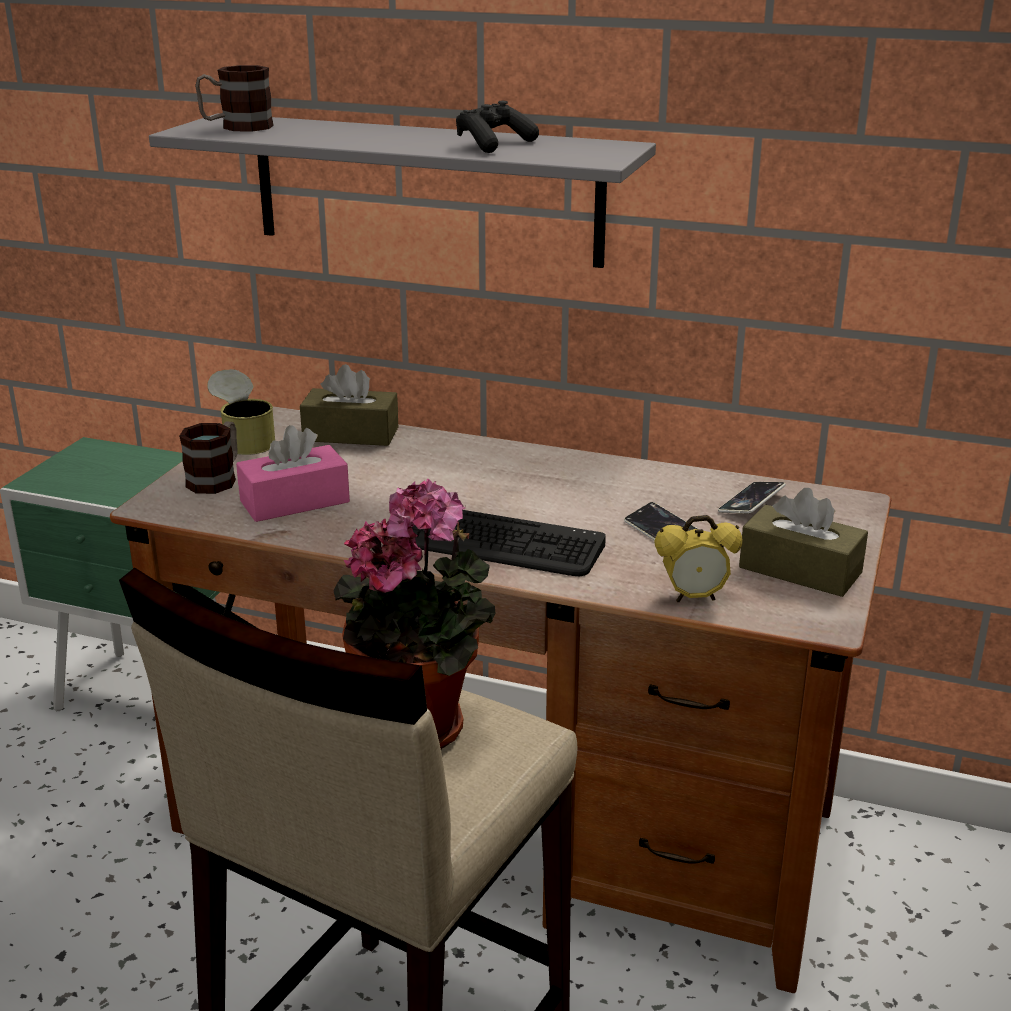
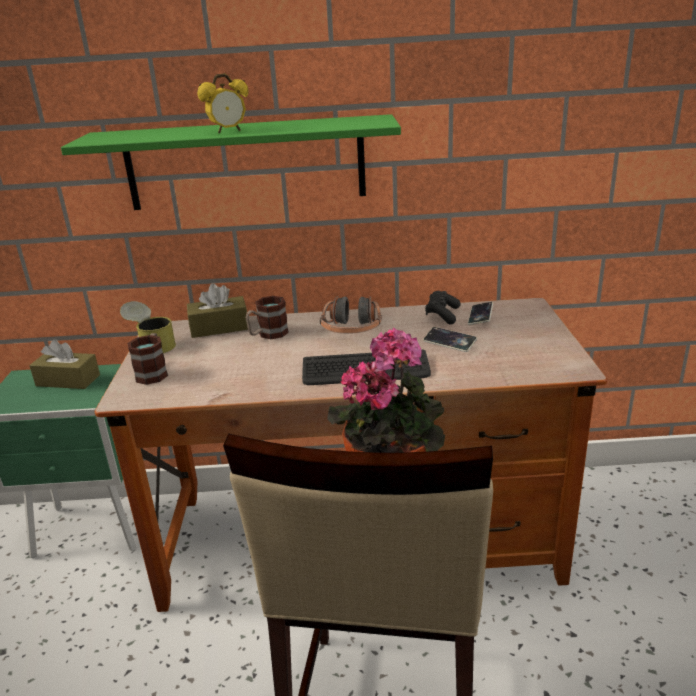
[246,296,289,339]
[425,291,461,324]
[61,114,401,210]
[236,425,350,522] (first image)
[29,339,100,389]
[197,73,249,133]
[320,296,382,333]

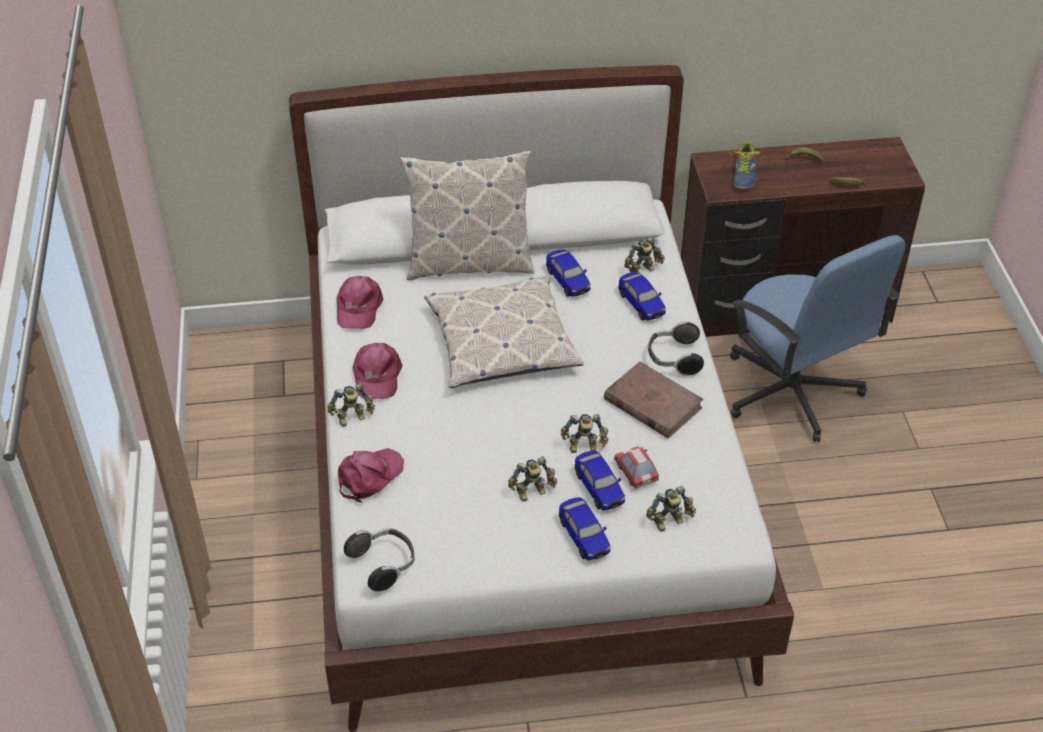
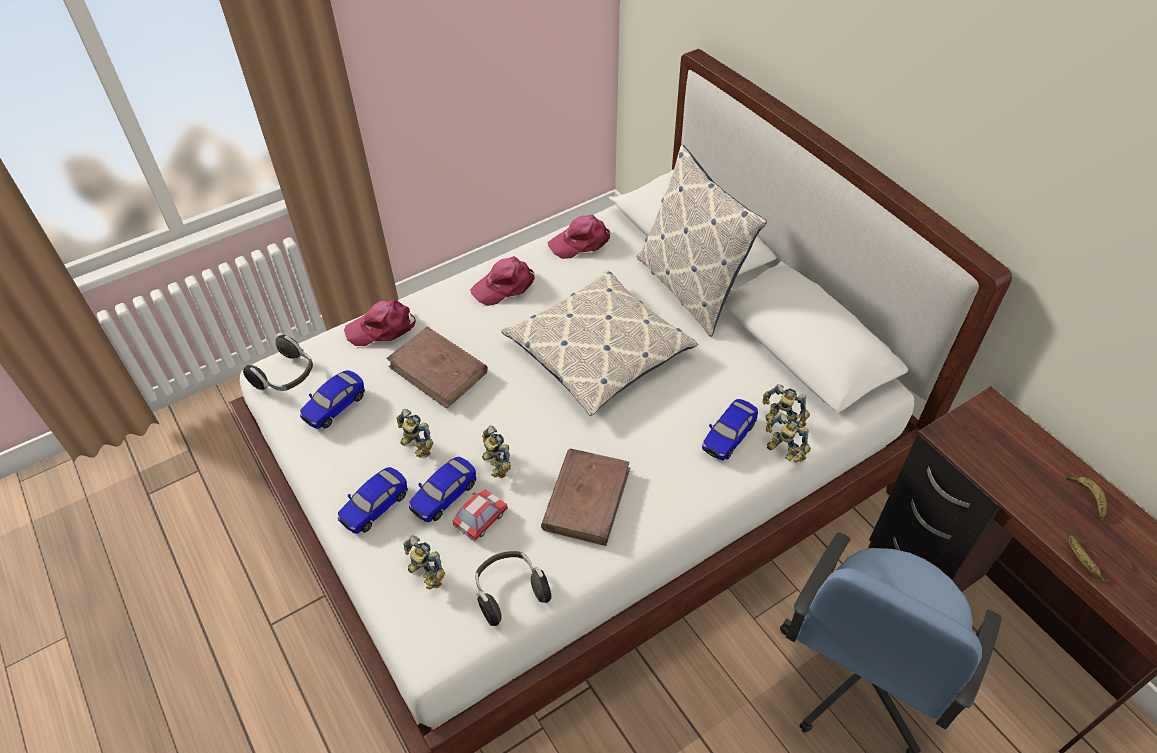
[729,141,760,190] (first image)
[300,370,365,429]
[475,551,552,626]
[766,413,811,463]
[344,300,416,346]
[386,326,487,409]

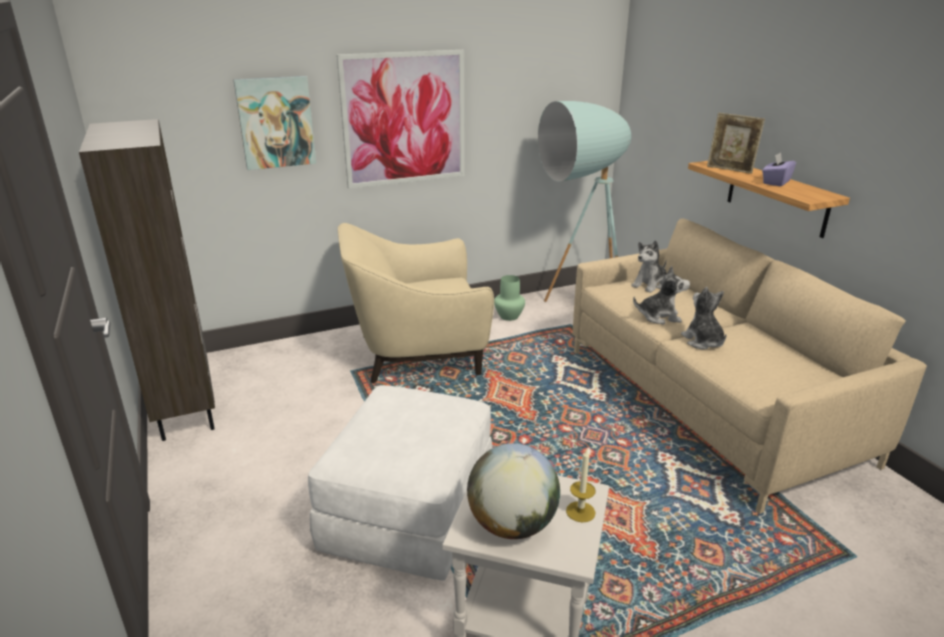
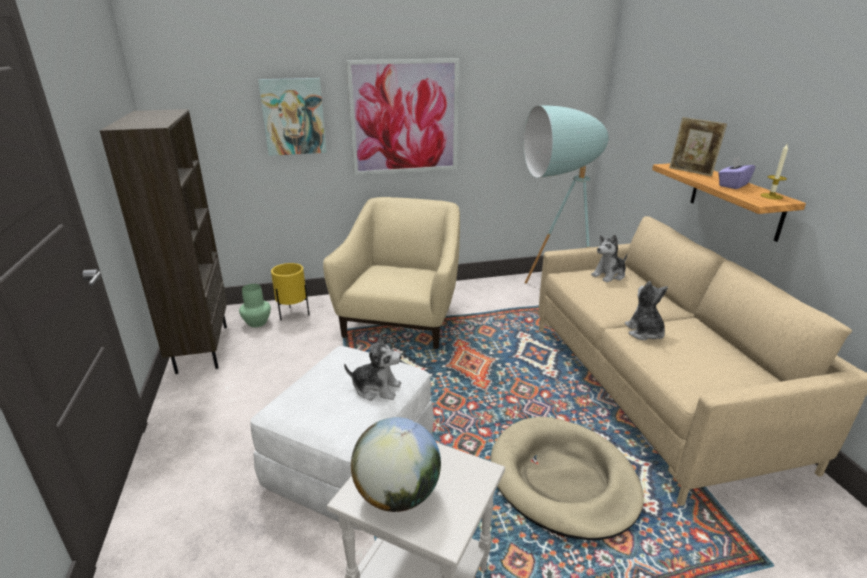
[323,197,460,349]
[344,334,401,401]
[239,284,271,327]
[761,144,788,199]
[271,263,309,320]
[491,417,644,540]

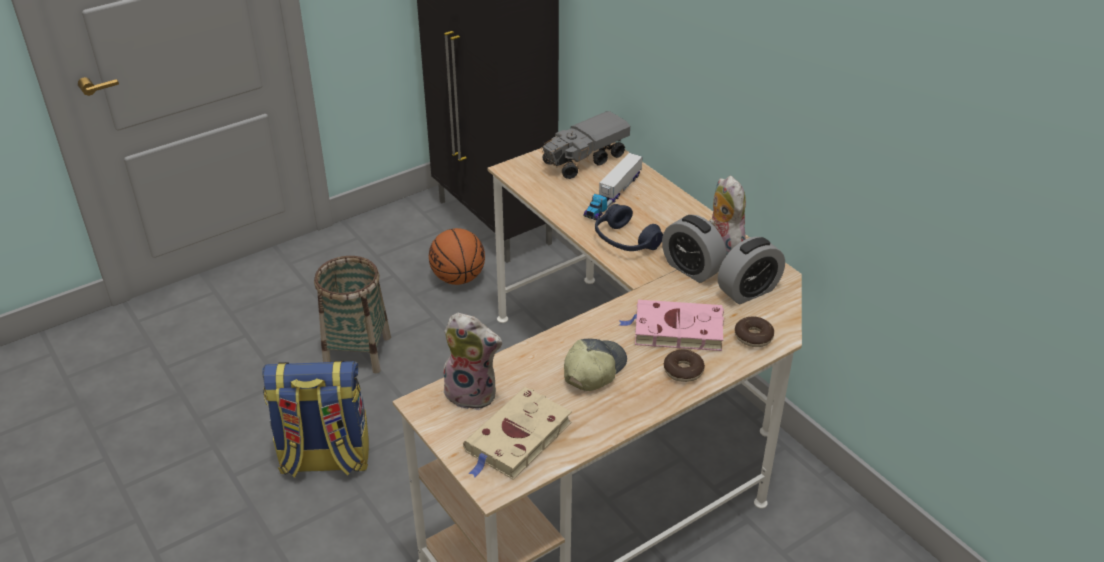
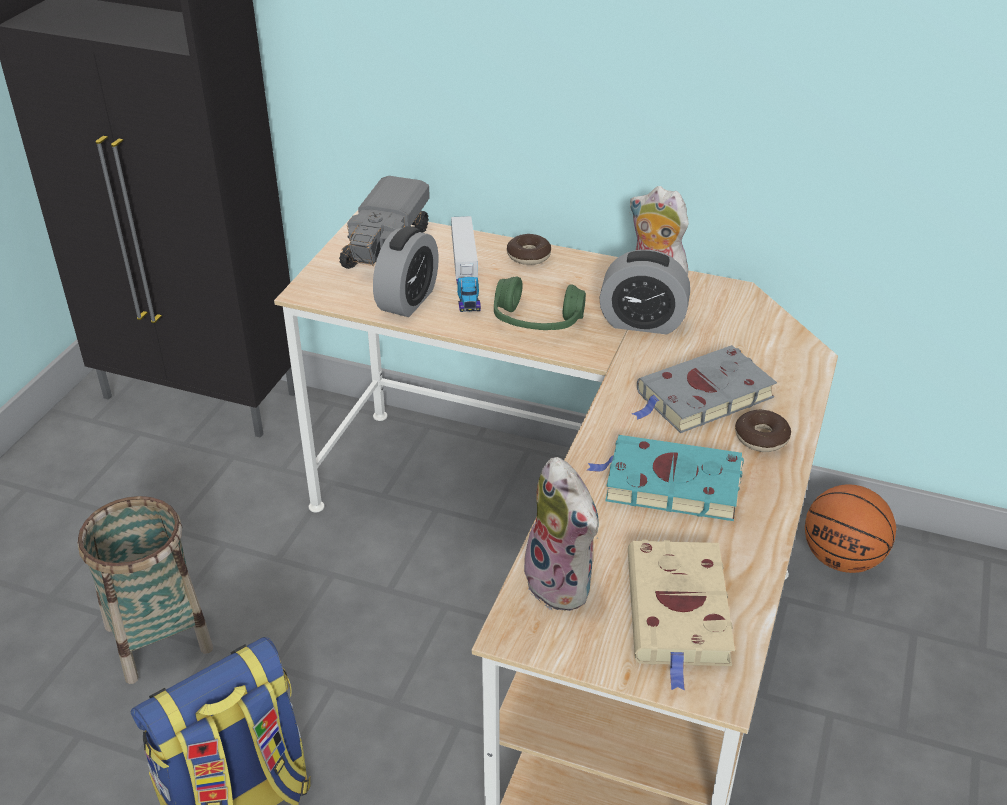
[494,277,586,330]
[805,484,896,573]
[373,226,439,317]
[632,345,777,433]
[524,457,599,611]
[507,234,551,265]
[587,435,744,521]

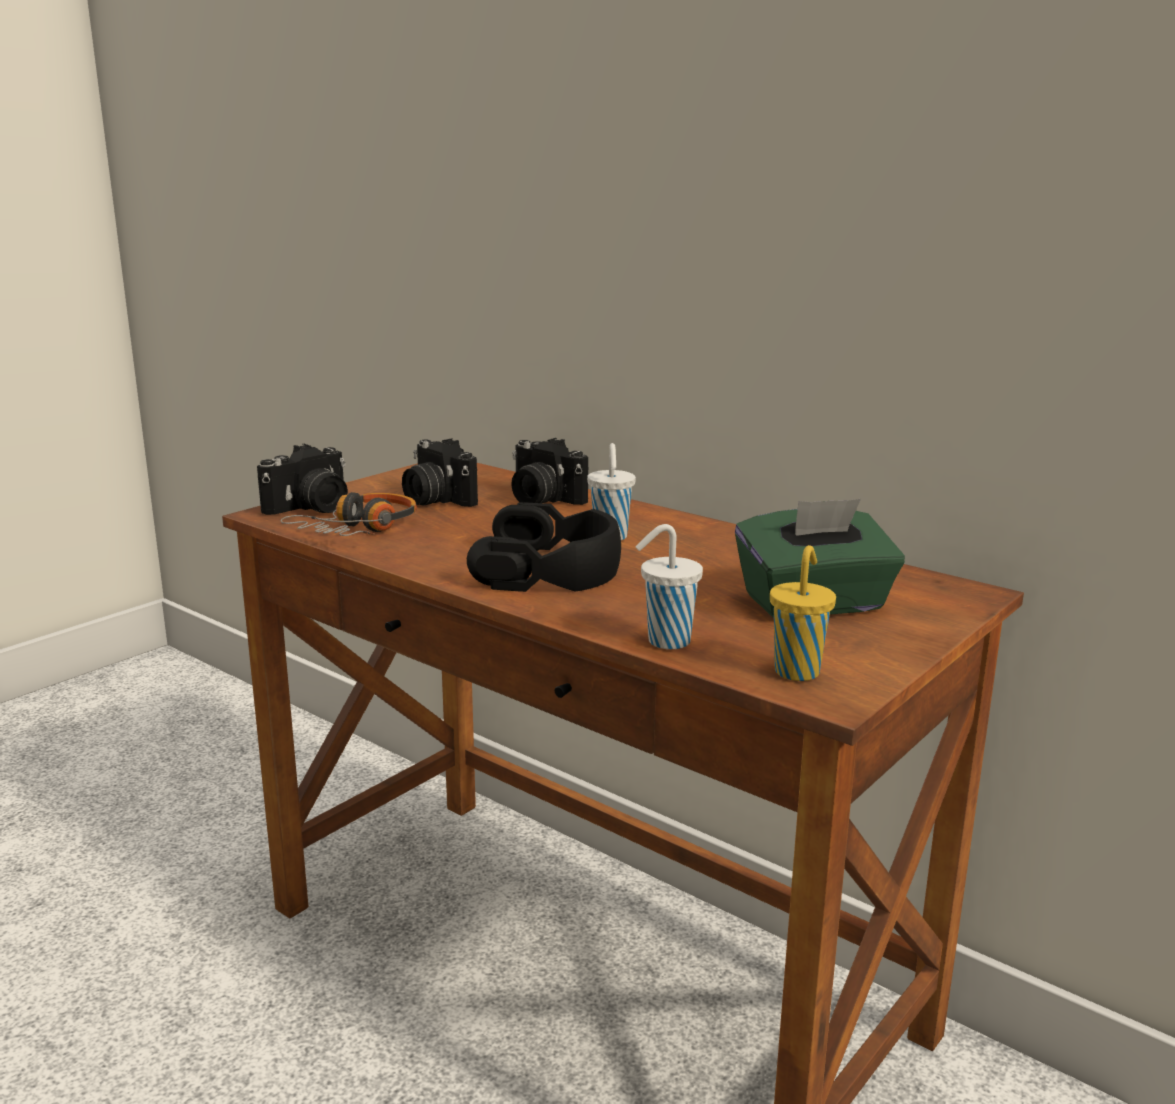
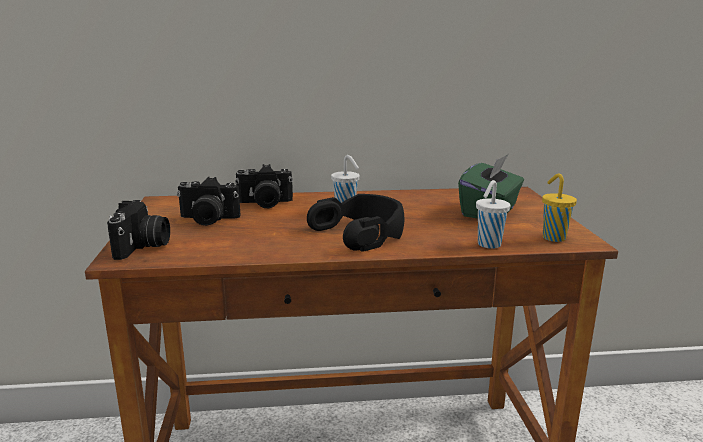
[280,492,417,536] (first image)

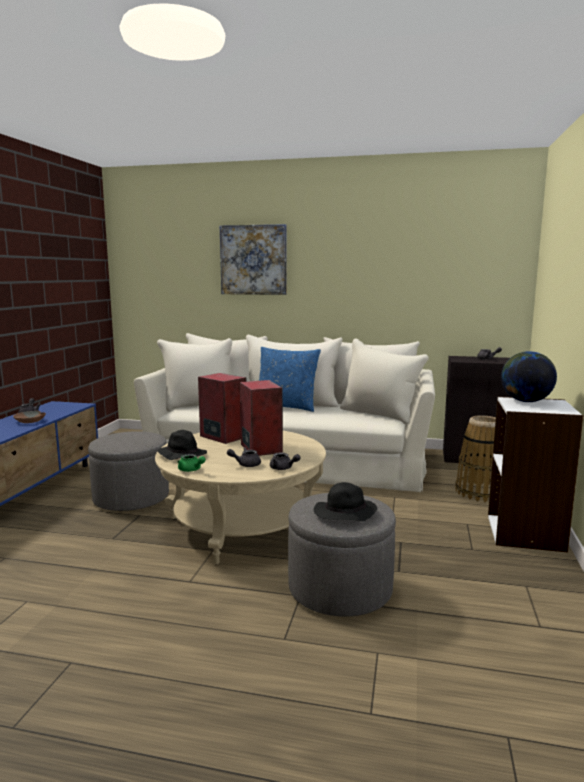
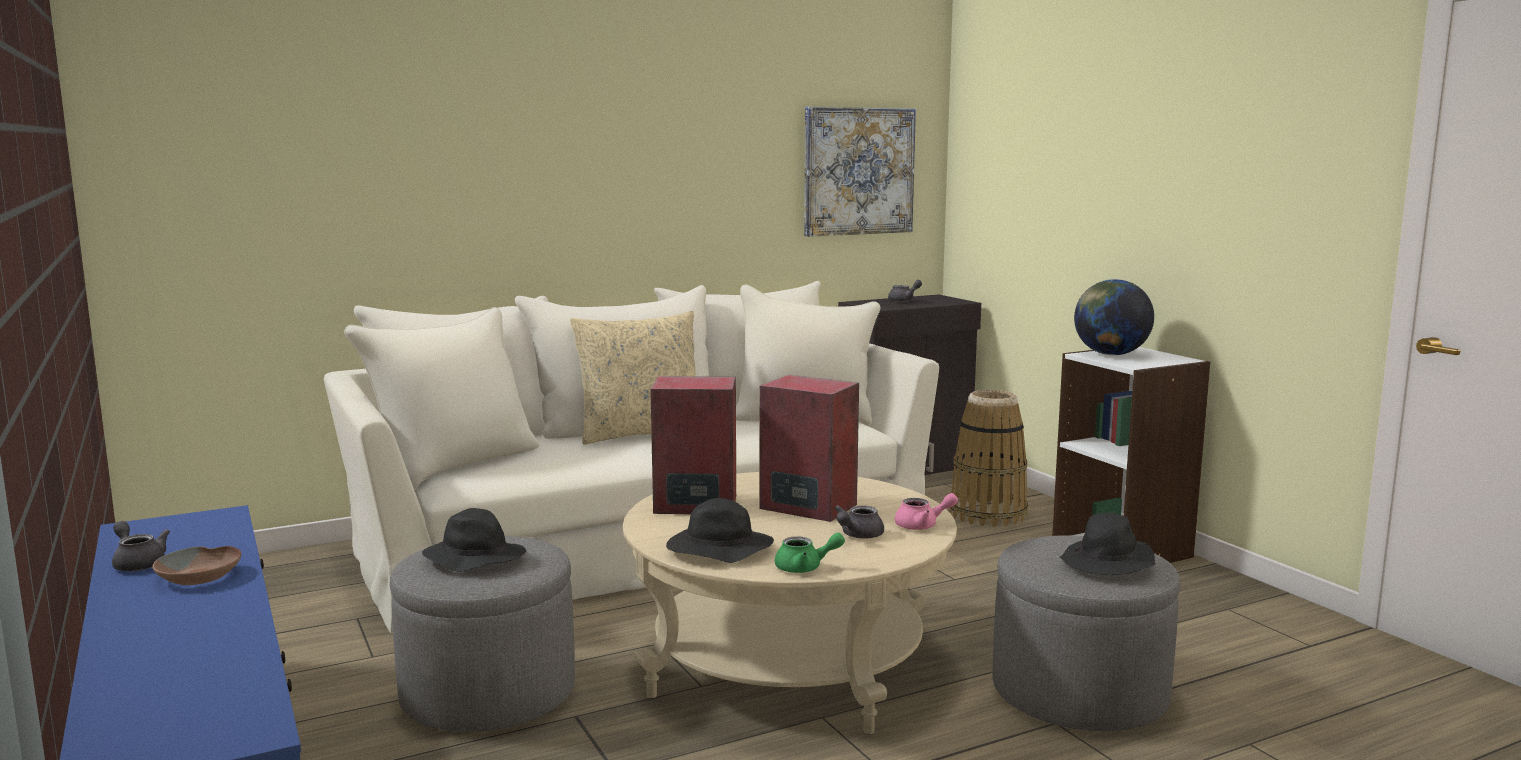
[804,107,916,237]
[570,311,696,445]
[895,493,958,530]
[422,508,526,572]

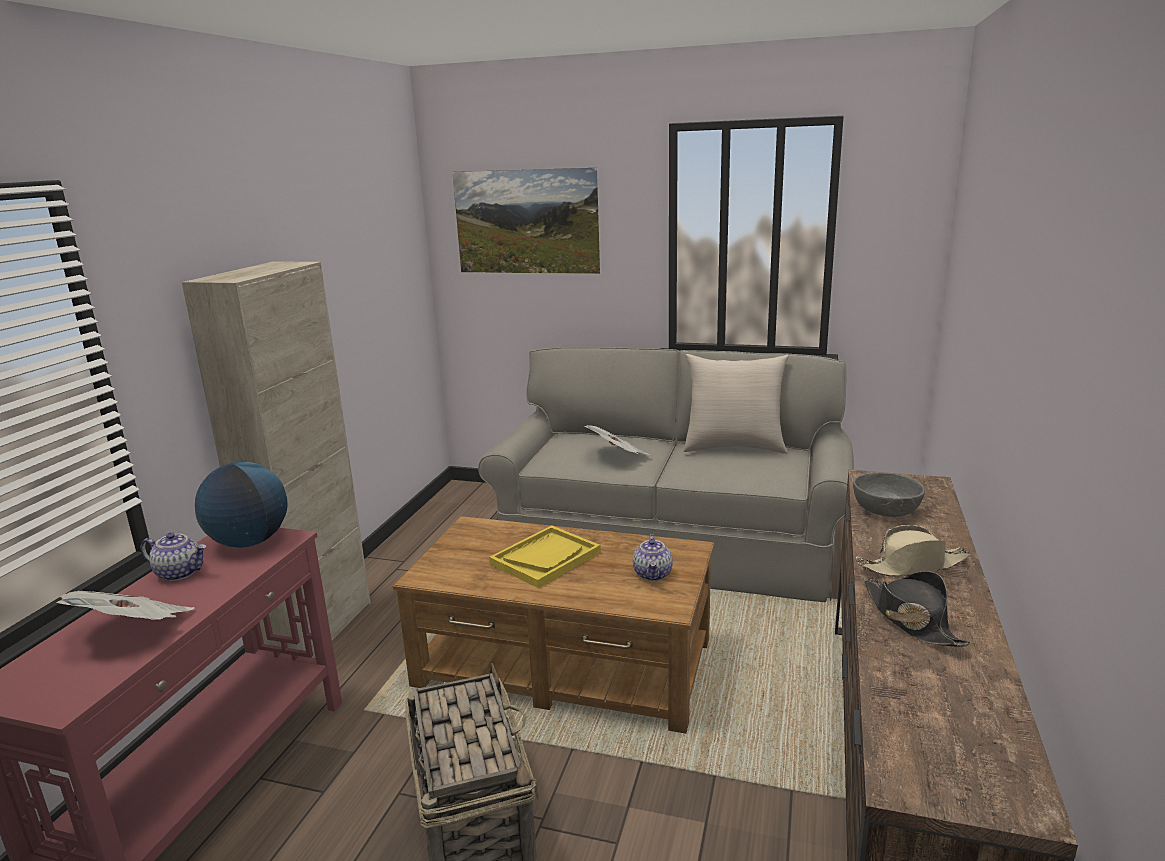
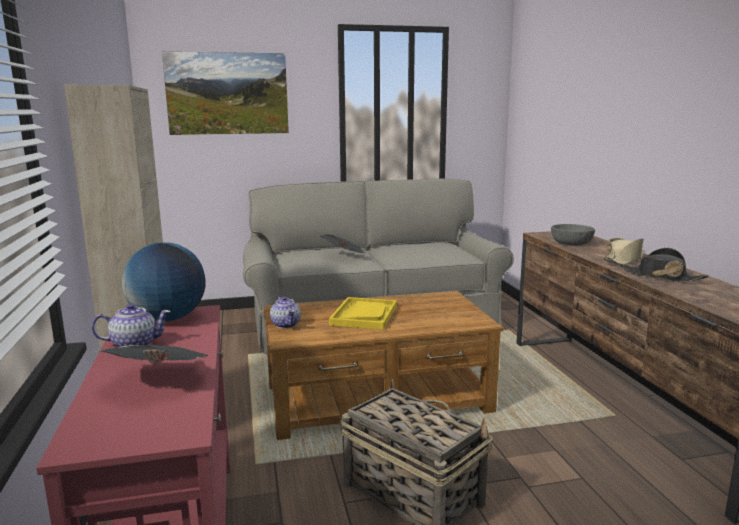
[684,354,789,454] (first image)
[270,296,301,328]

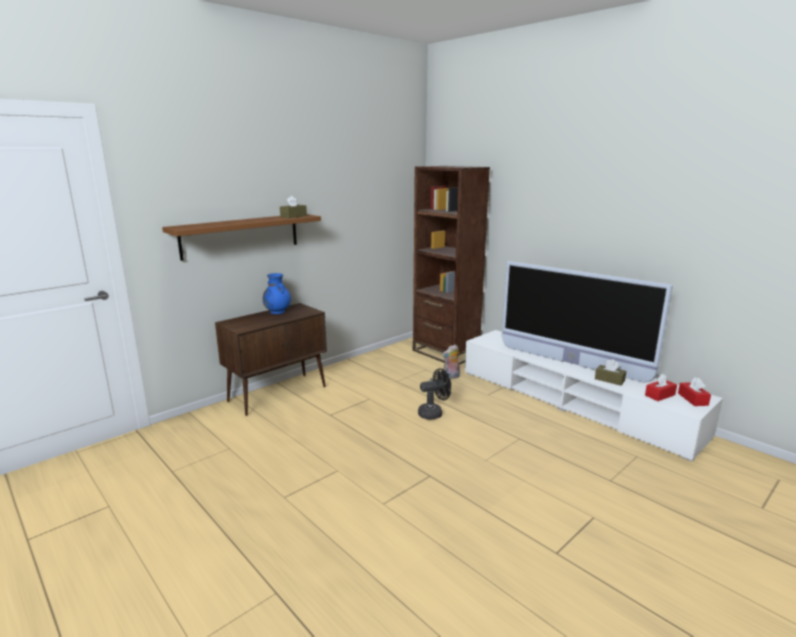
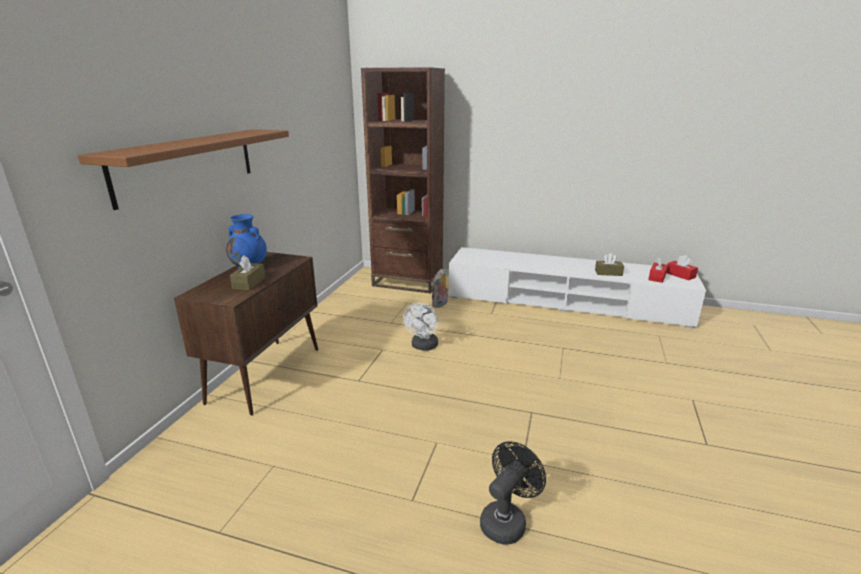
[230,255,265,290]
[502,261,673,382] (first image)
[480,441,546,545]
[403,303,438,350]

